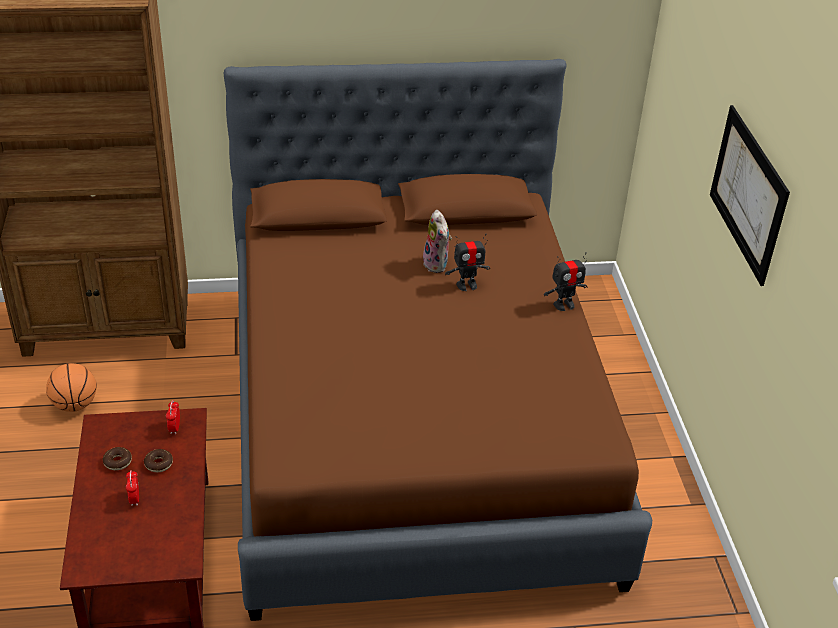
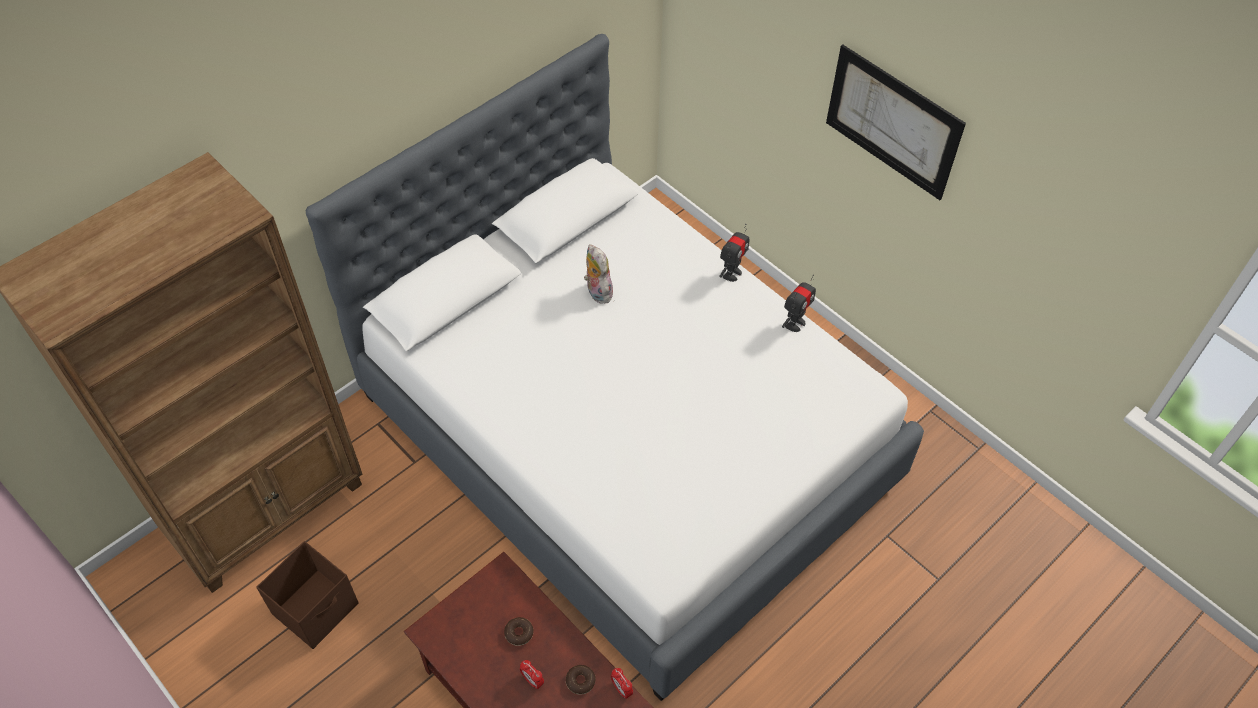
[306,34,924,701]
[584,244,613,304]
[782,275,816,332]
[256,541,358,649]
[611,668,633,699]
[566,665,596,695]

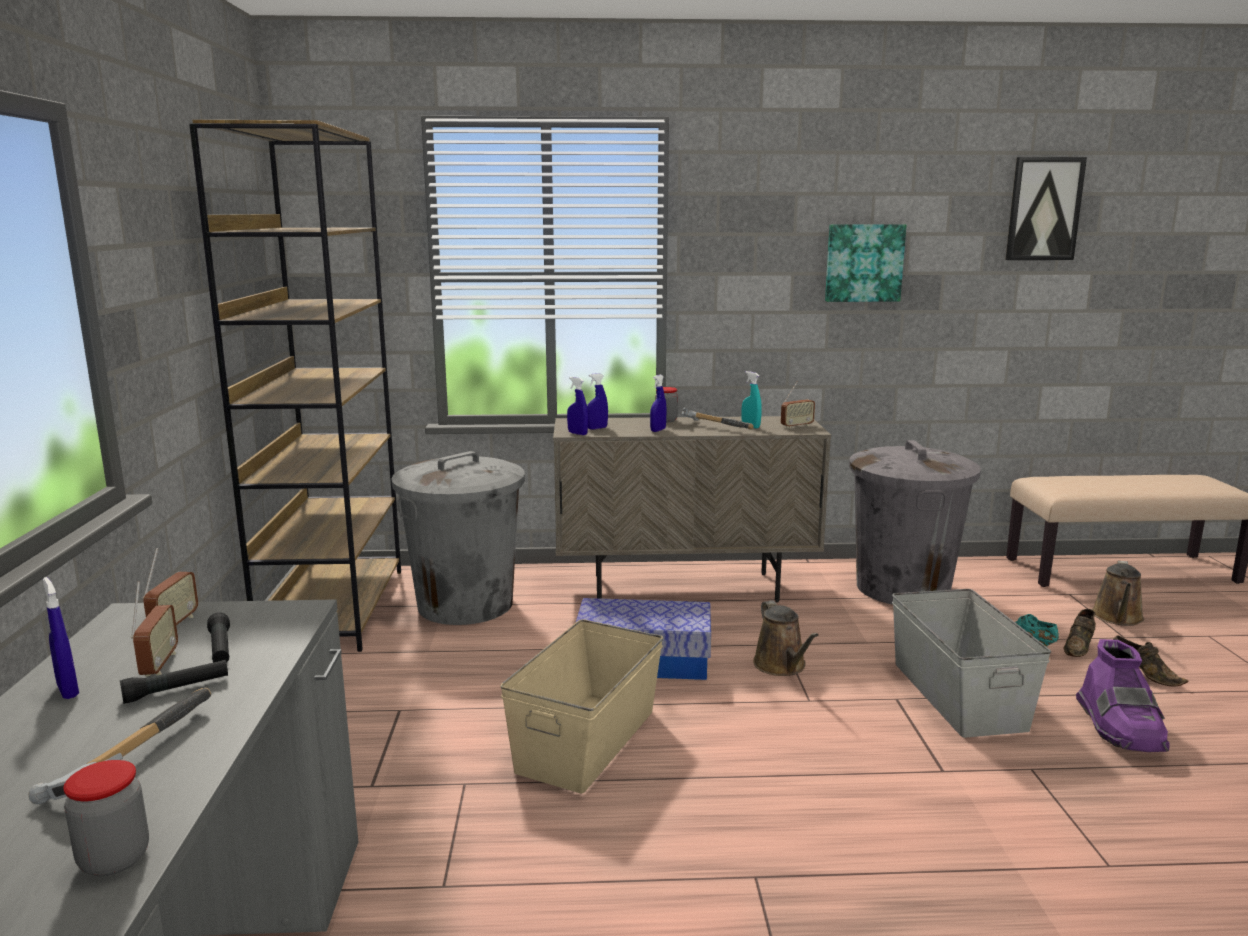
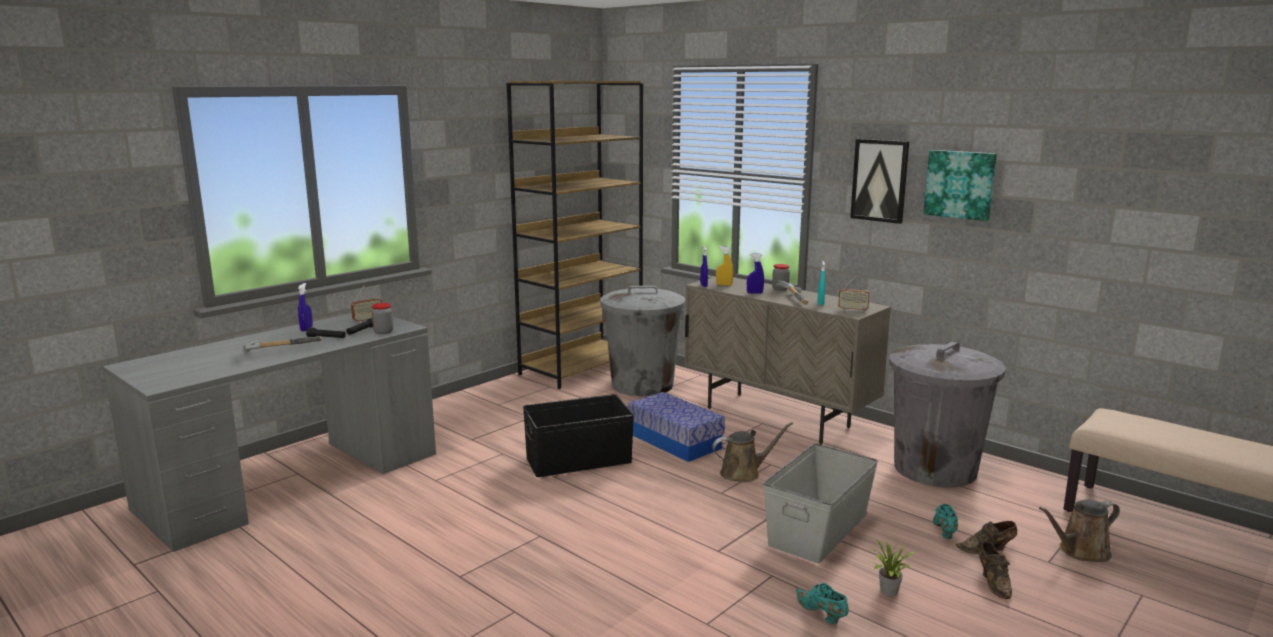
[850,139,909,224]
[716,246,733,286]
[131,581,178,676] (first image)
[712,422,793,482]
[523,394,634,477]
[868,537,915,596]
[372,303,393,334]
[796,583,849,624]

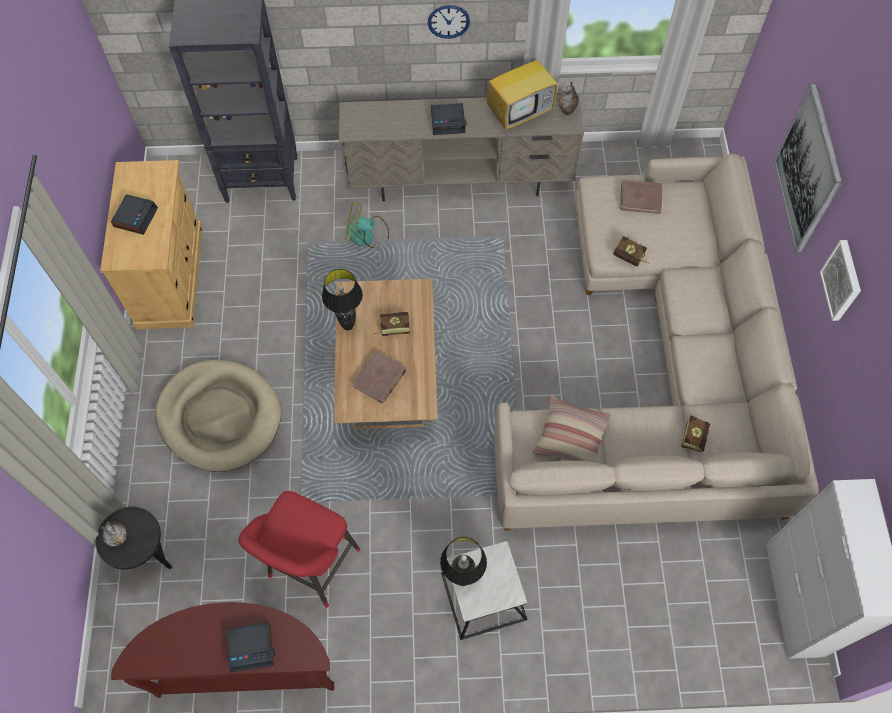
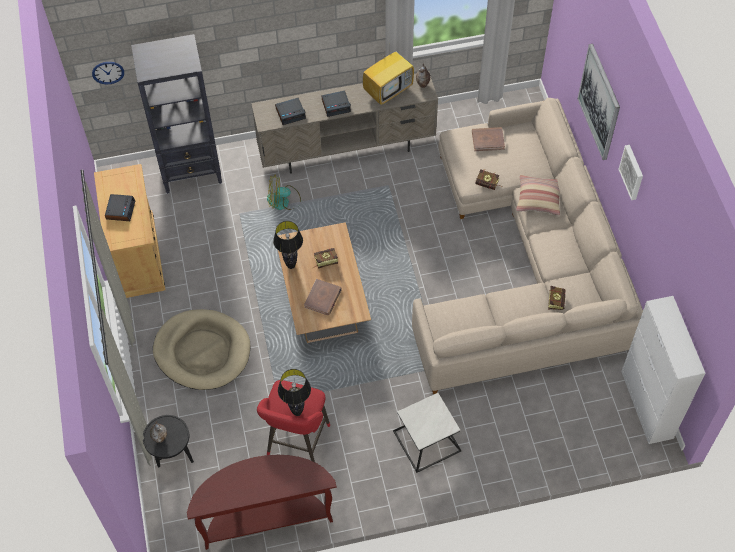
[92,62,124,85]
[516,175,560,216]
[278,369,311,416]
[275,98,306,125]

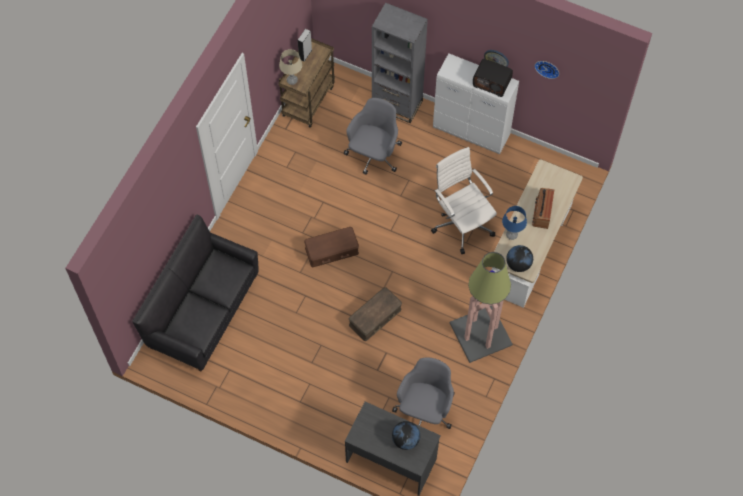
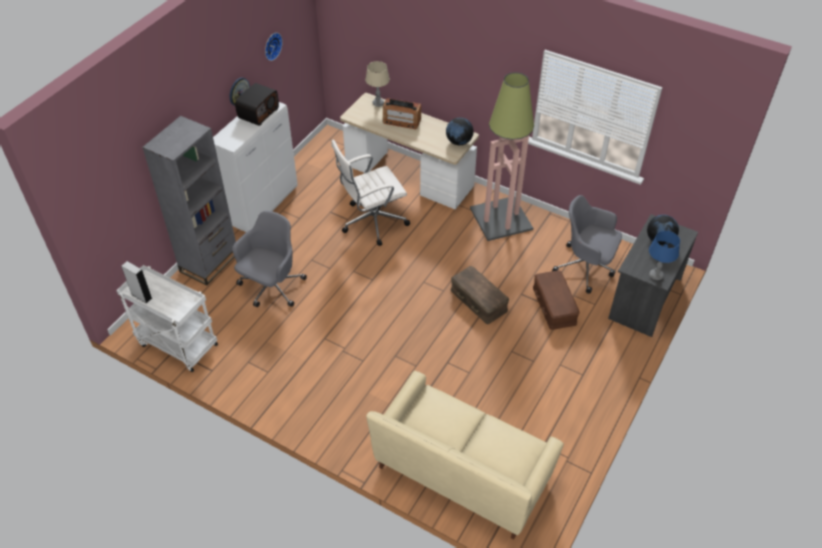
[116,265,218,372]
[365,61,390,107]
[232,211,307,307]
[649,231,680,280]
[366,371,564,540]
[533,270,580,330]

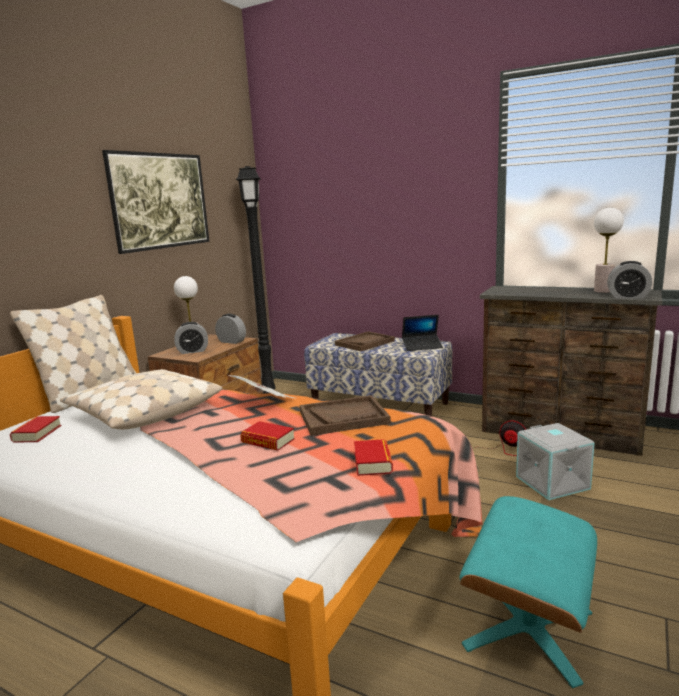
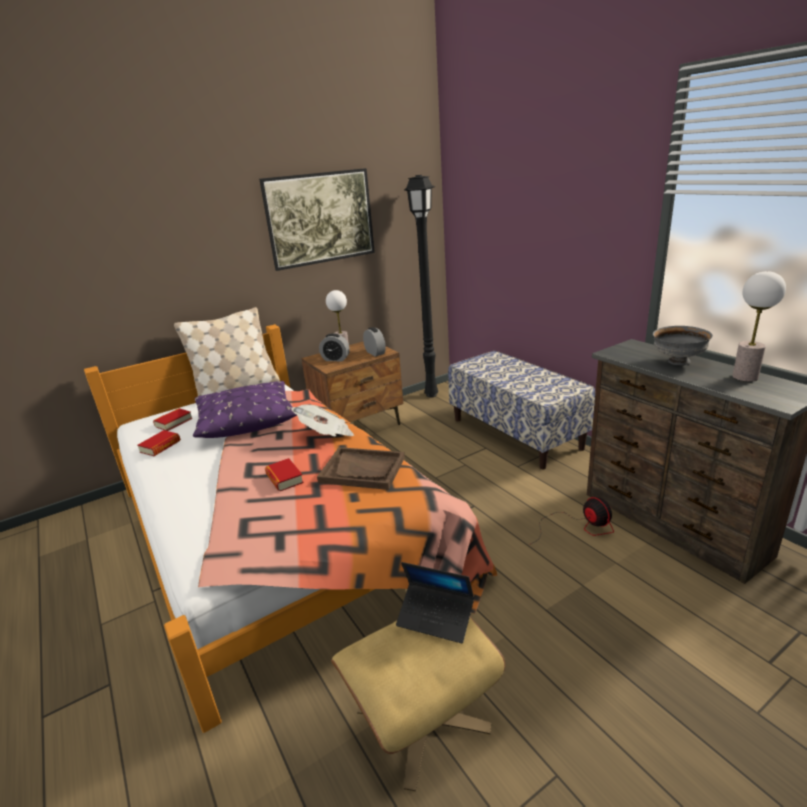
[607,261,652,299] (first image)
[396,562,474,644]
[335,331,395,351] (first image)
[193,381,297,438]
[516,423,595,500] (first image)
[137,430,181,456]
[331,617,505,791]
[653,326,713,365]

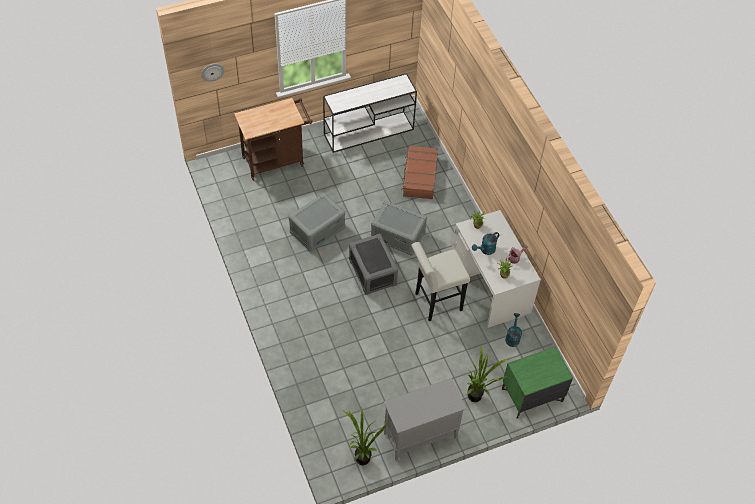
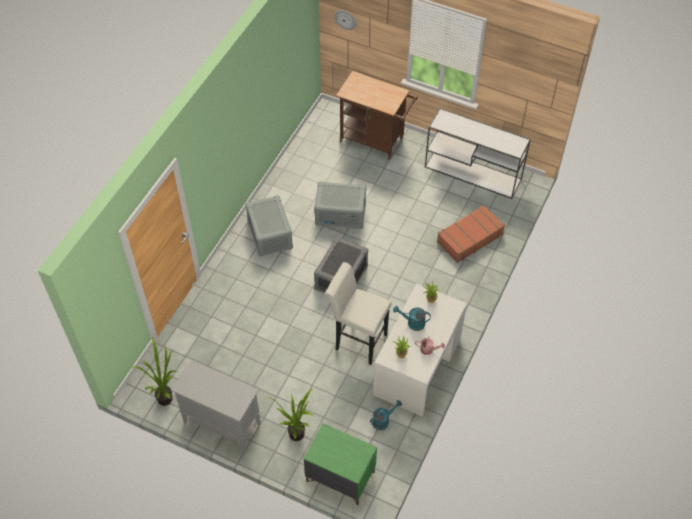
[245,195,293,257]

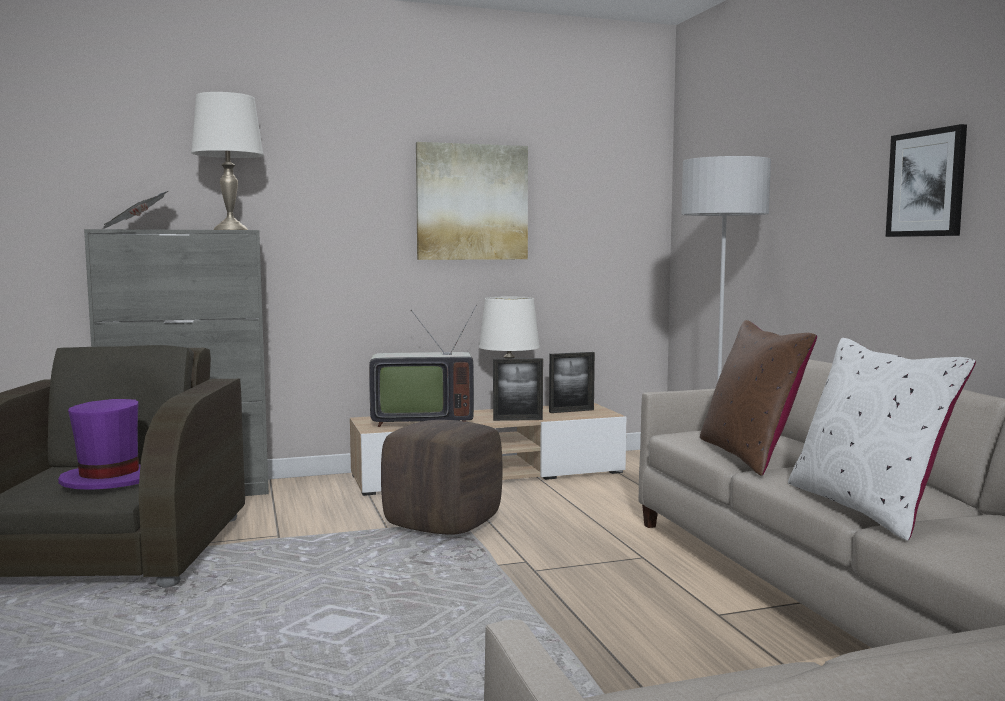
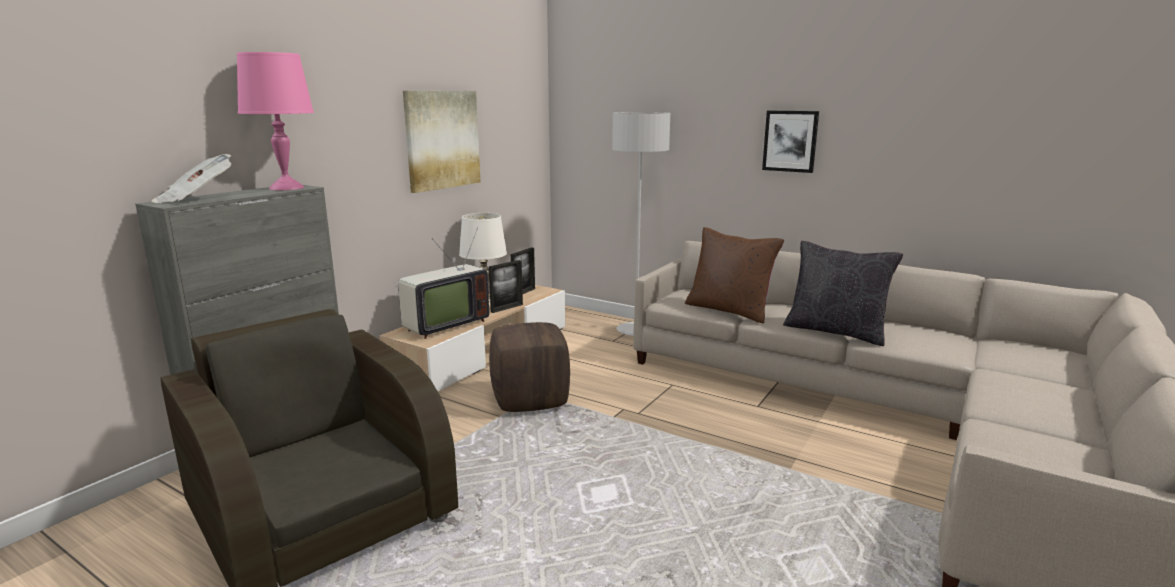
[237,52,314,190]
[783,241,903,346]
[58,399,141,490] (first image)

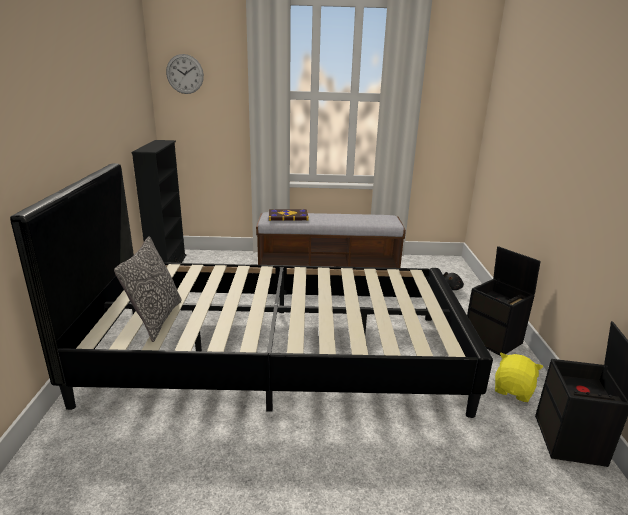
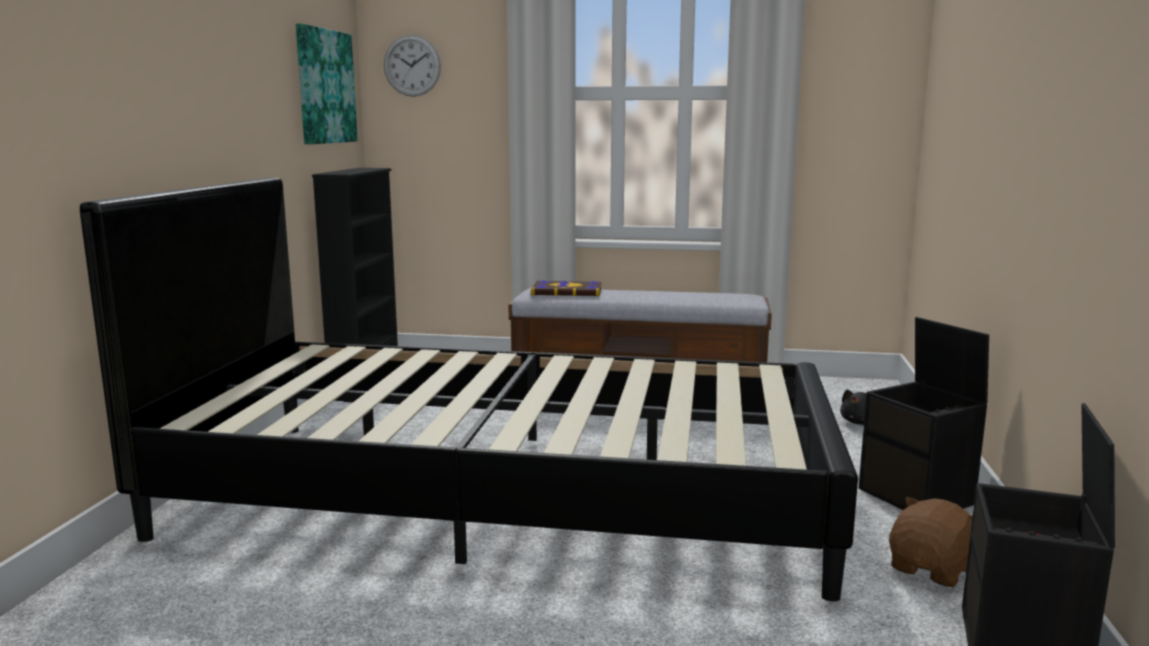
[114,236,182,342] (first image)
[889,497,973,587]
[296,23,358,144]

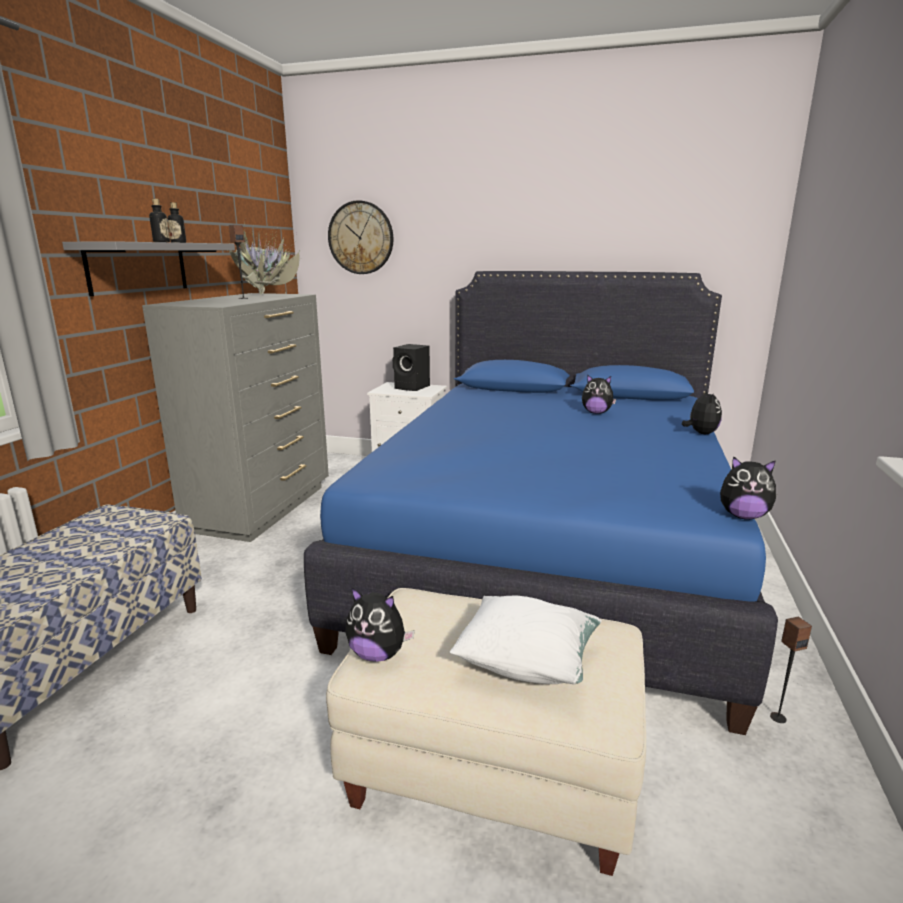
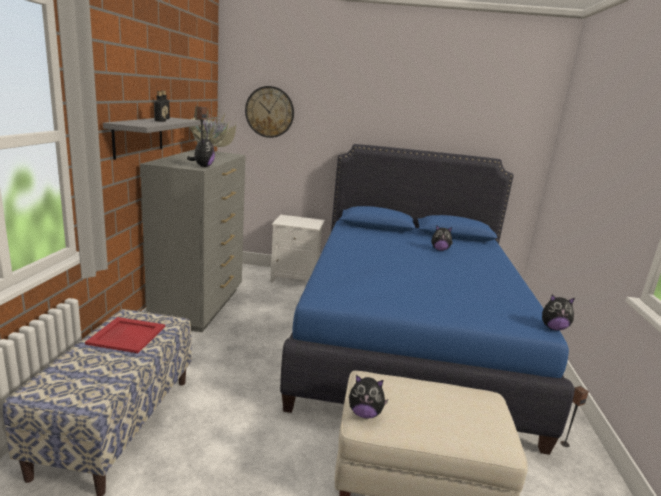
[393,344,430,391] (first image)
[187,136,215,167]
[450,596,602,684] (first image)
[85,317,165,353]

